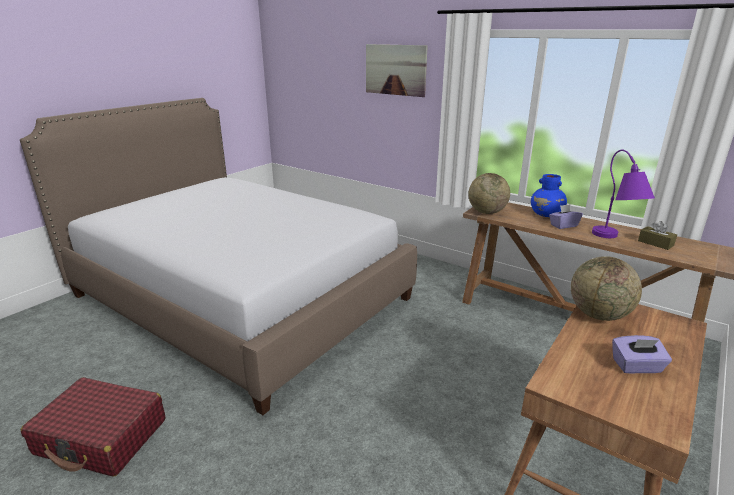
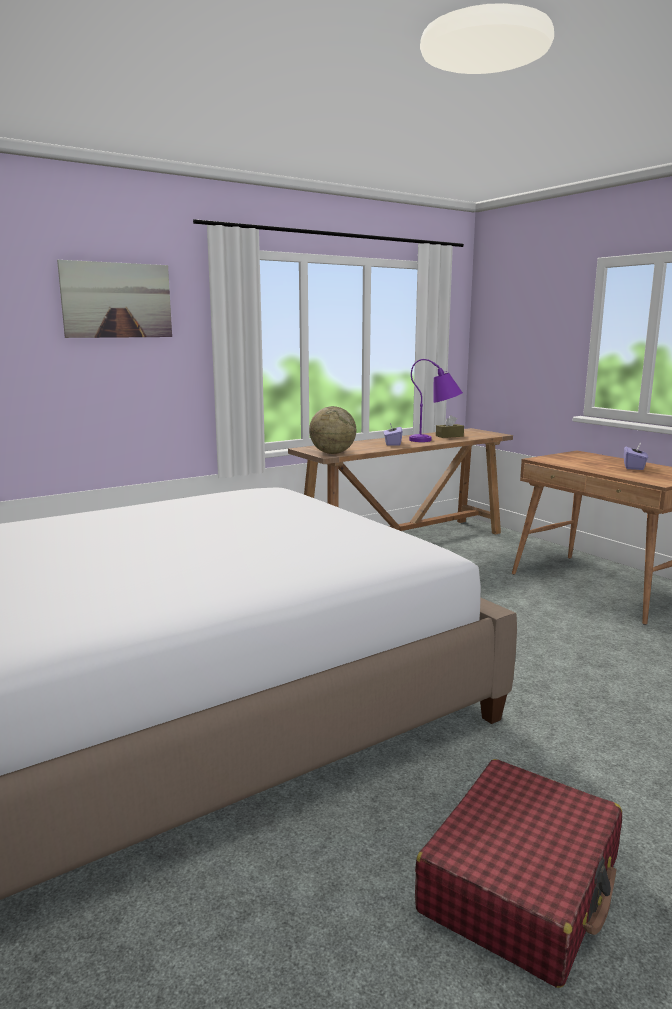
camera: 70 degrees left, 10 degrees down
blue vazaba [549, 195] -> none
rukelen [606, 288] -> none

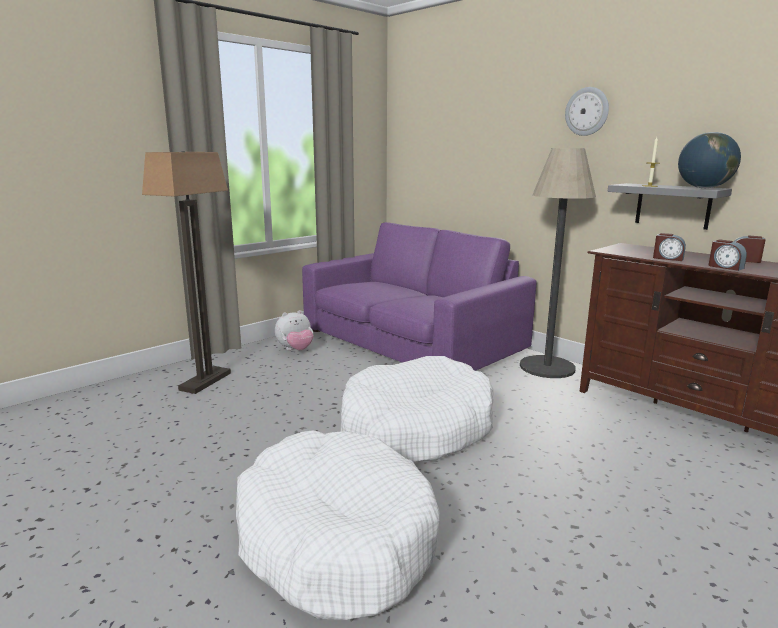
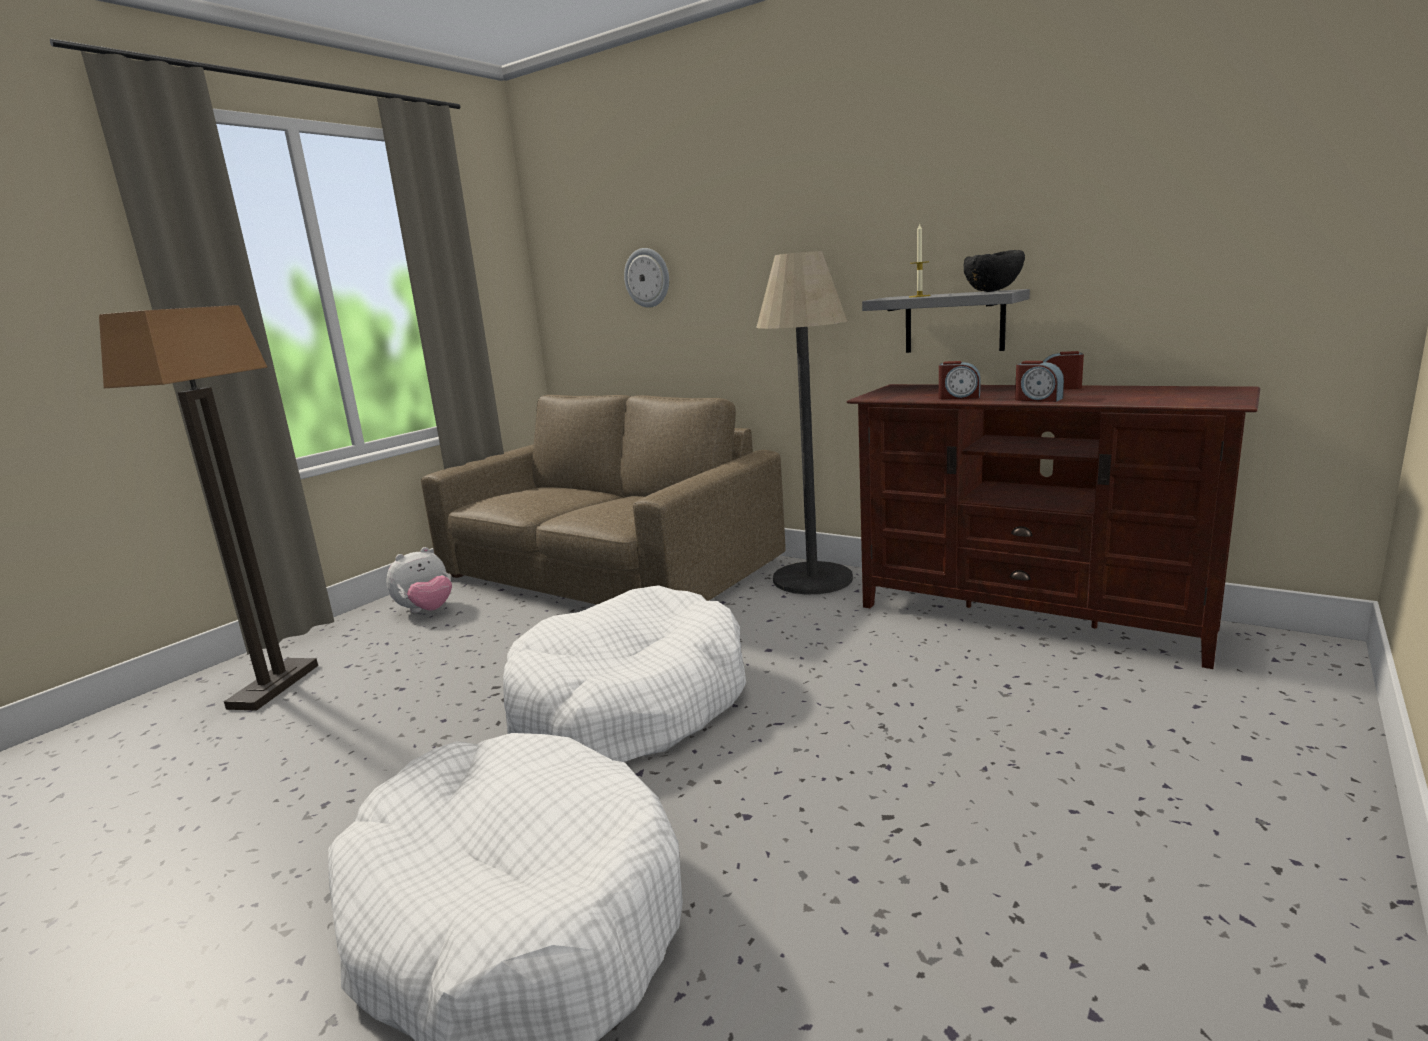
camera: 10 degrees left, 0 degrees up
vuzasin [587, 111] -> vuzasin [646, 278], move
rukelen [709, 160] -> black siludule [994, 271]
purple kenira [419, 296] -> brown kenira [603, 500]

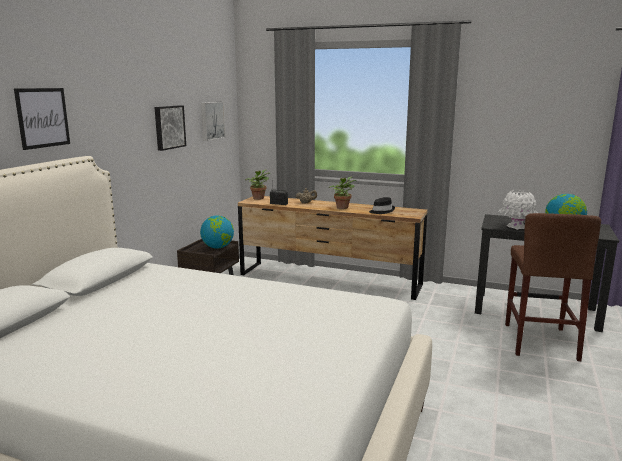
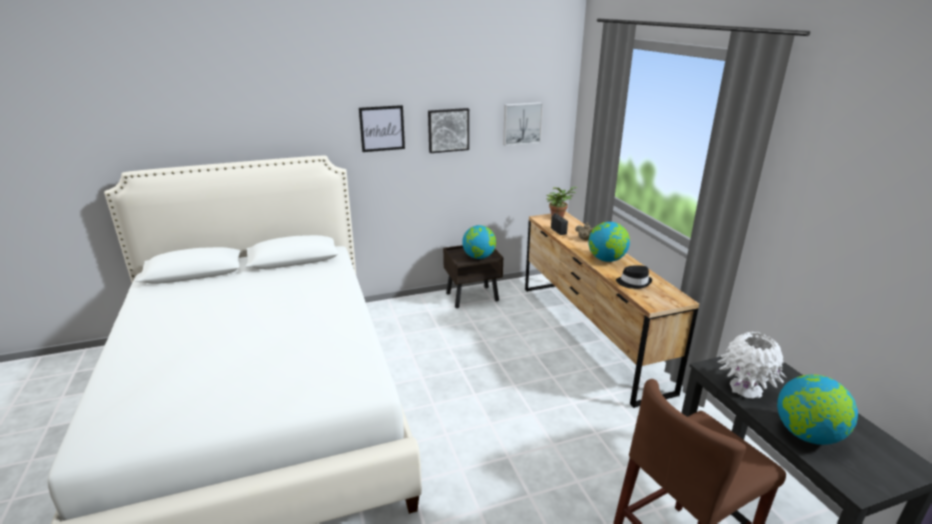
camera: 50 degrees right, 10 degrees up
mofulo [42, 119] -> mofulo [382, 128], move
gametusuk [342, 193] -> rukelen [609, 242]

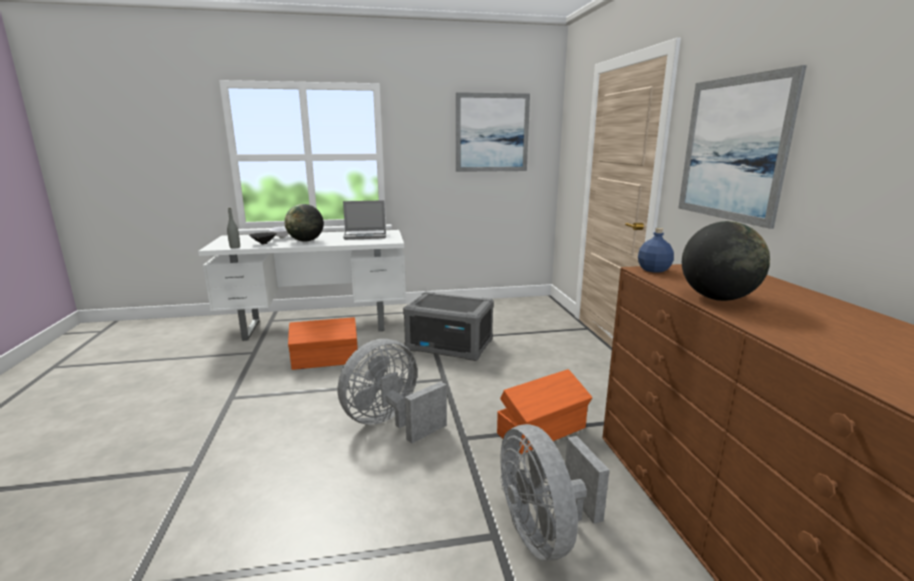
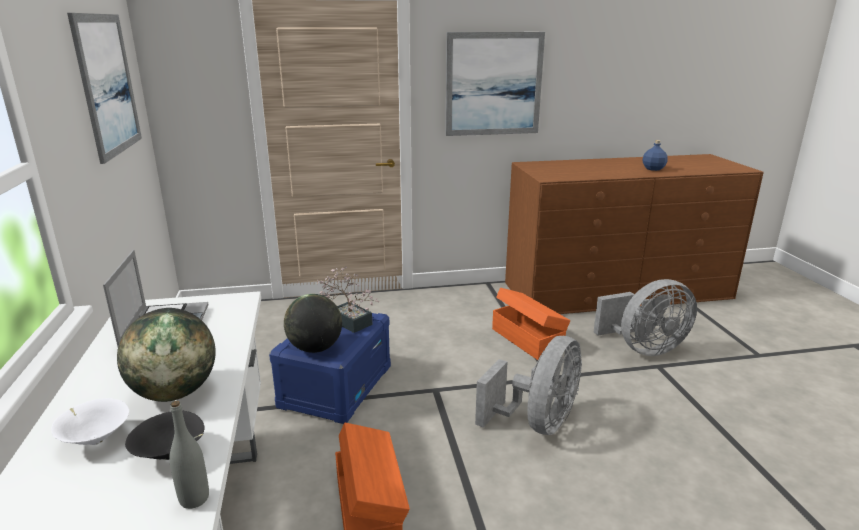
camera: 90 degrees left, 5 degrees up
none -> gametusuk [348, 299]
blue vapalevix [656, 250] -> blue vapalevix [655, 155], move
rukelen [726, 261] -> rukelen [313, 323], move
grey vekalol [448, 326] -> blue vekalol [330, 368]
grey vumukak [392, 391] -> grey vumukak [528, 385], 105 degrees counterclockwise

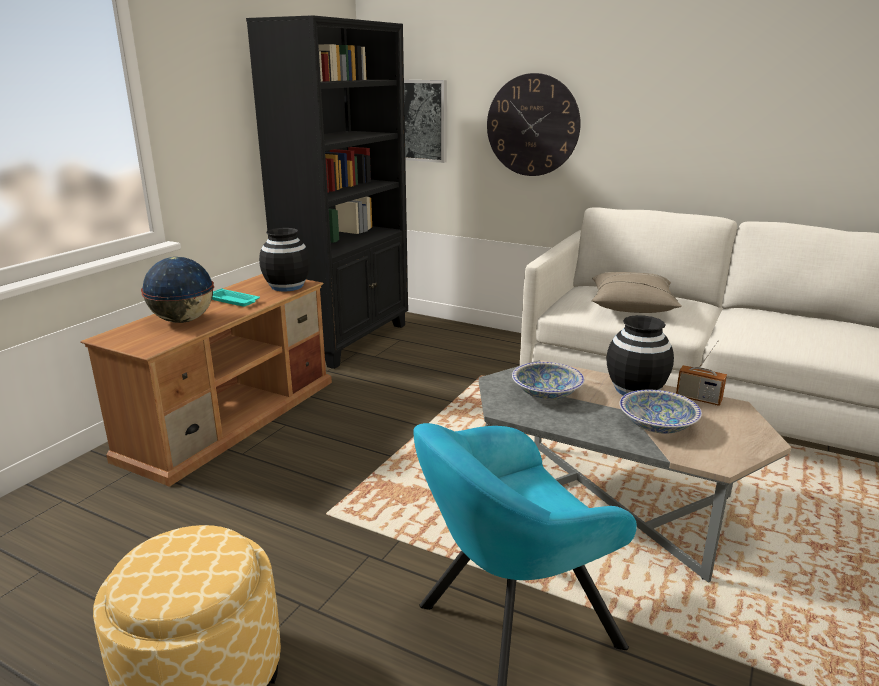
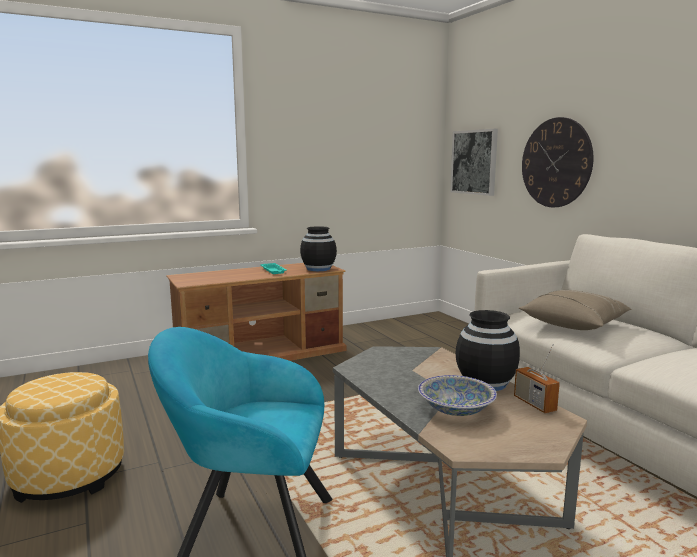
camera: 35 degrees right, 10 degrees down
rukelen [177, 290] -> none
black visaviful [327, 192] -> none
siludule [548, 381] -> none

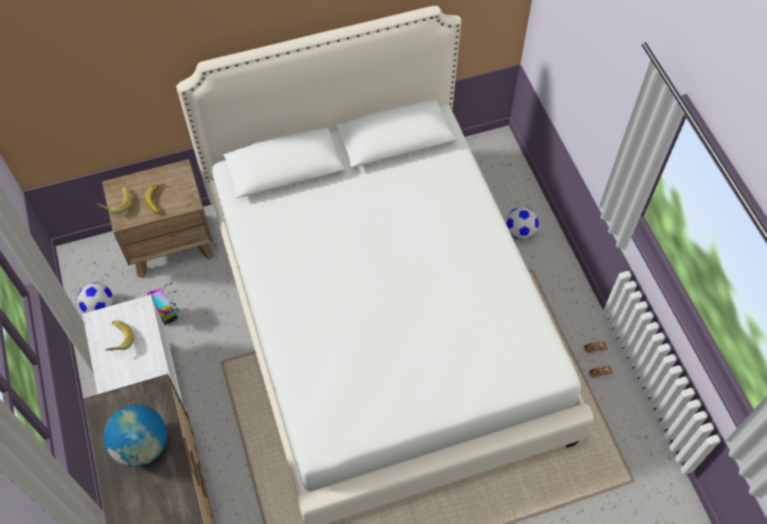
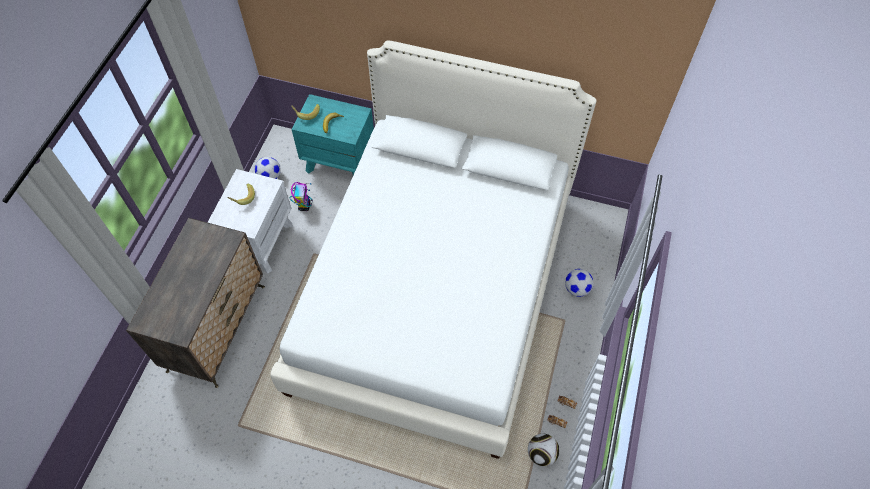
camera: 35 degrees right, 0 degrees up
rukelen [135, 436] -> none
none -> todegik [544, 450]
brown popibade [158, 218] -> turquoise popibade [332, 134]

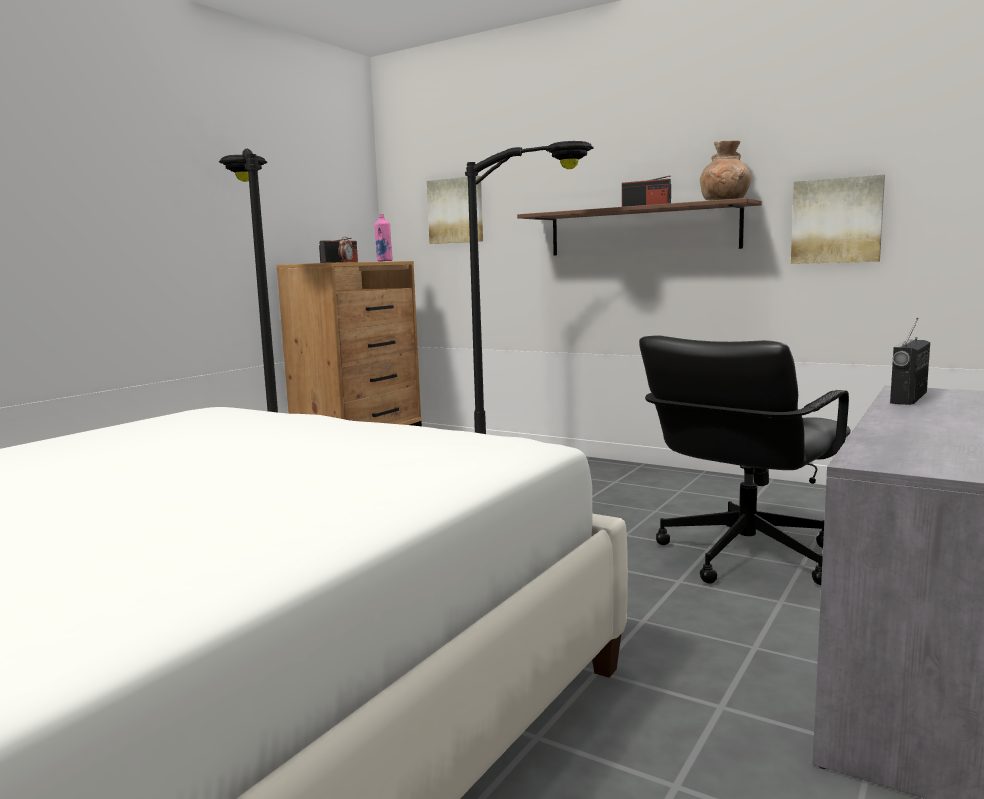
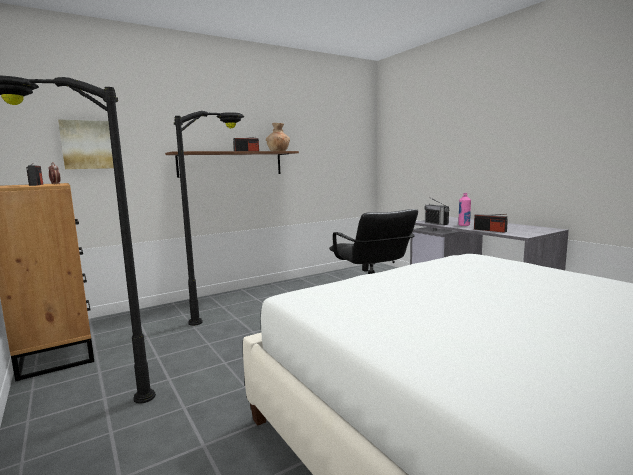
camera: 65 degrees left, 0 degrees up
mofulo [838, 219] -> none
none -> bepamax [491, 223]
pink vapalevix [383, 238] -> pink vapalevix [464, 209], move

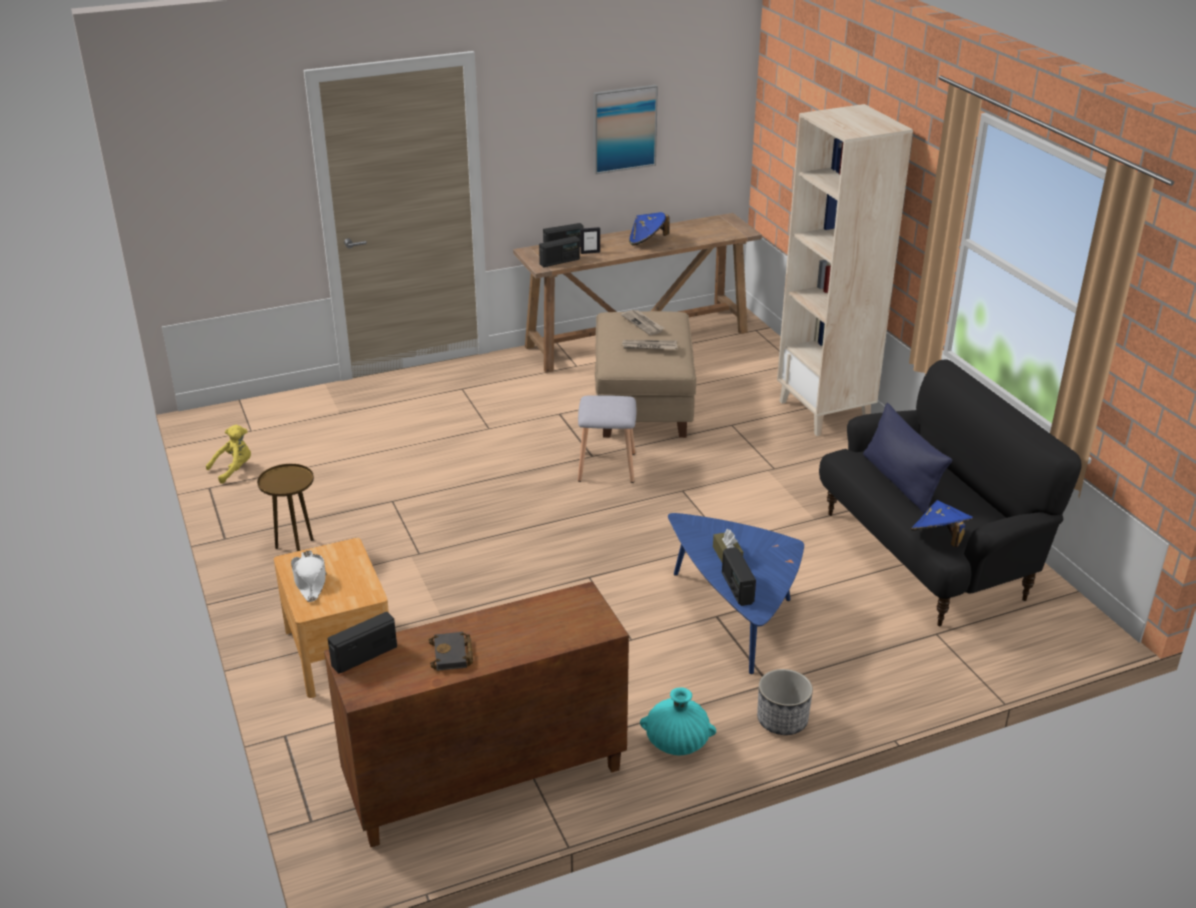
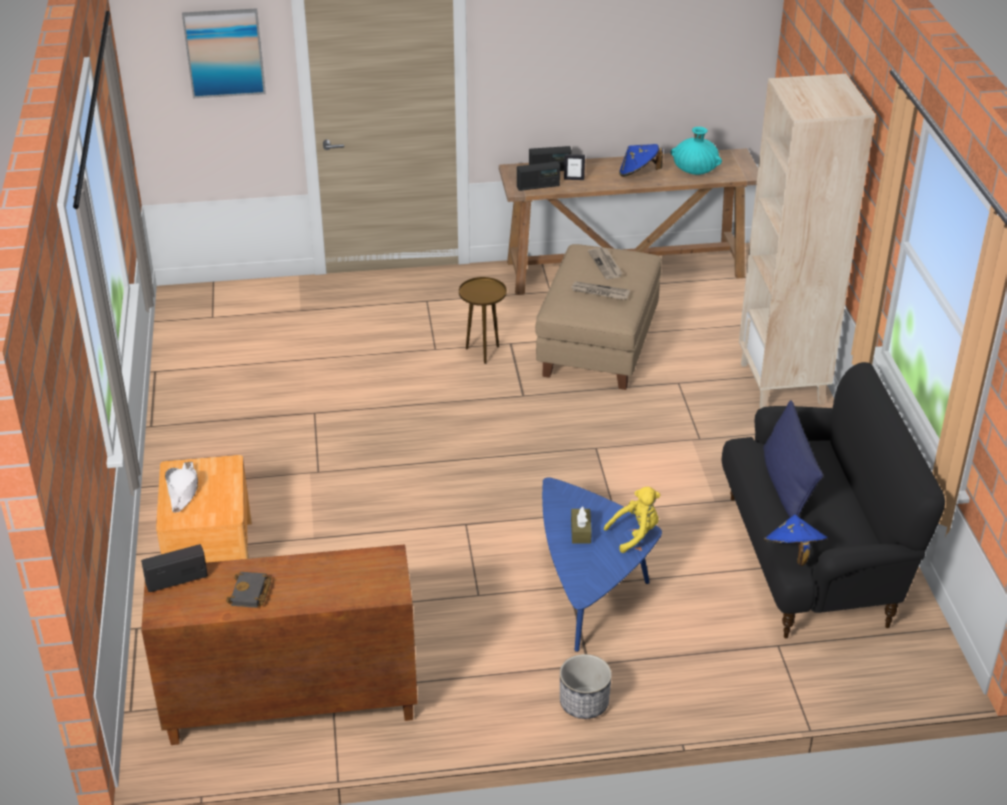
camera: 15 degrees right, 5 degrees up
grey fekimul [607, 439] -> none
bepamax [739, 576] -> none
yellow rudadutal [228, 454] -> yellow rudadutal [632, 520], move
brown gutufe [285, 507] -> brown gutufe [483, 320], move
mofulo [626, 129] -> mofulo [224, 53], move
turquoise vazaba [678, 721] -> turquoise vazaba [696, 151], move

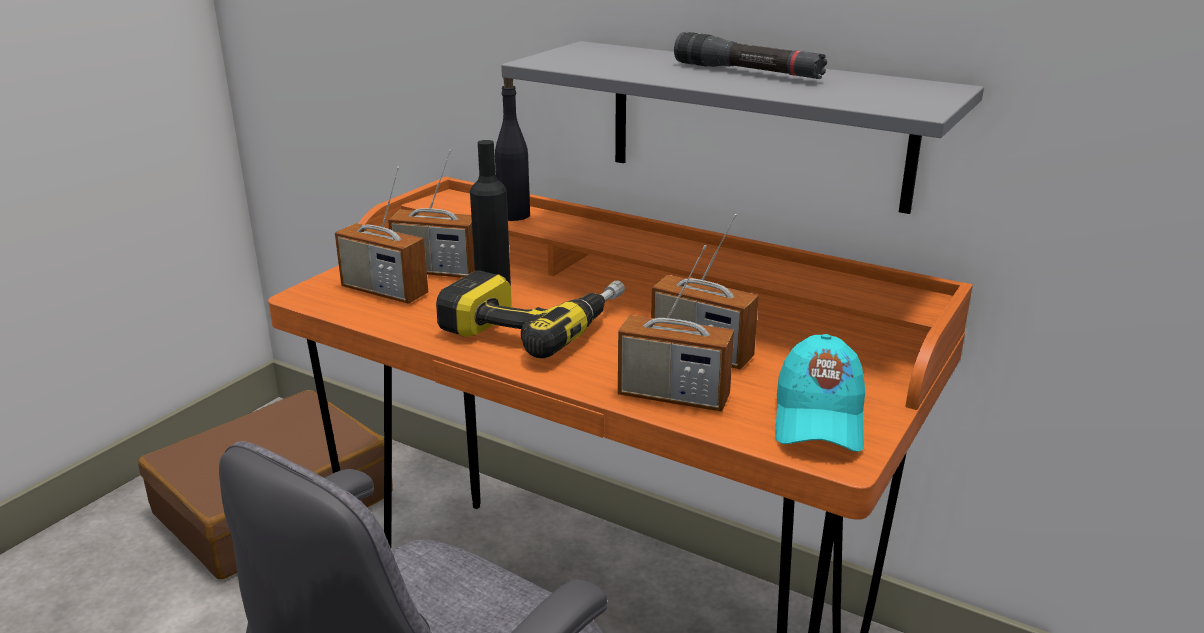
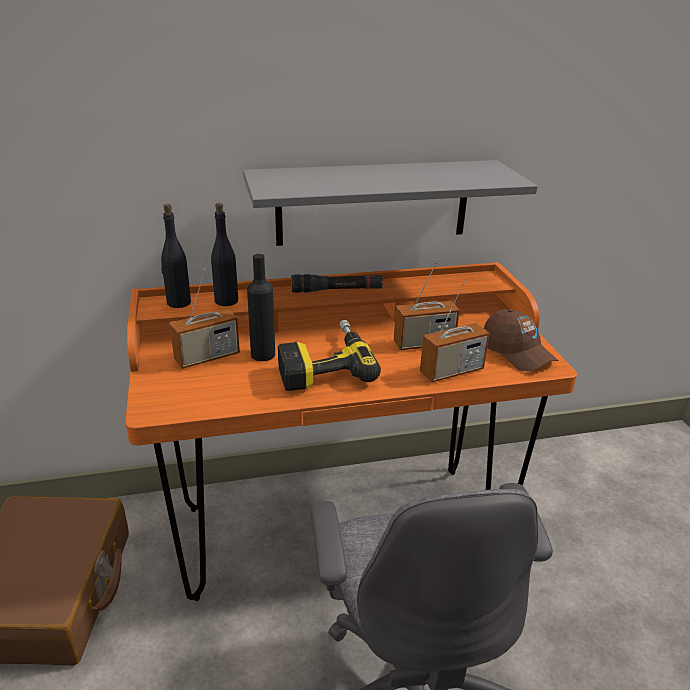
camera: 45 degrees left, 5 degrees up
bepamax [381, 235] -> none
none -> black vapalevix [176, 256]
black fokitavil [750, 55] -> black fokitavil [337, 283], move
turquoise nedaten [820, 393] -> brown nedaten [521, 340]

